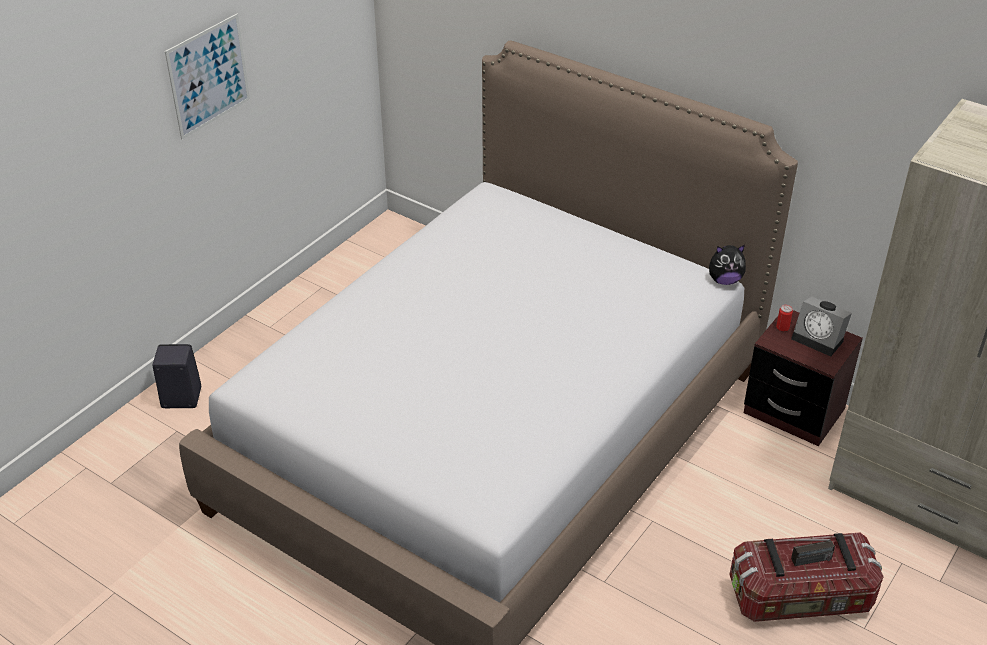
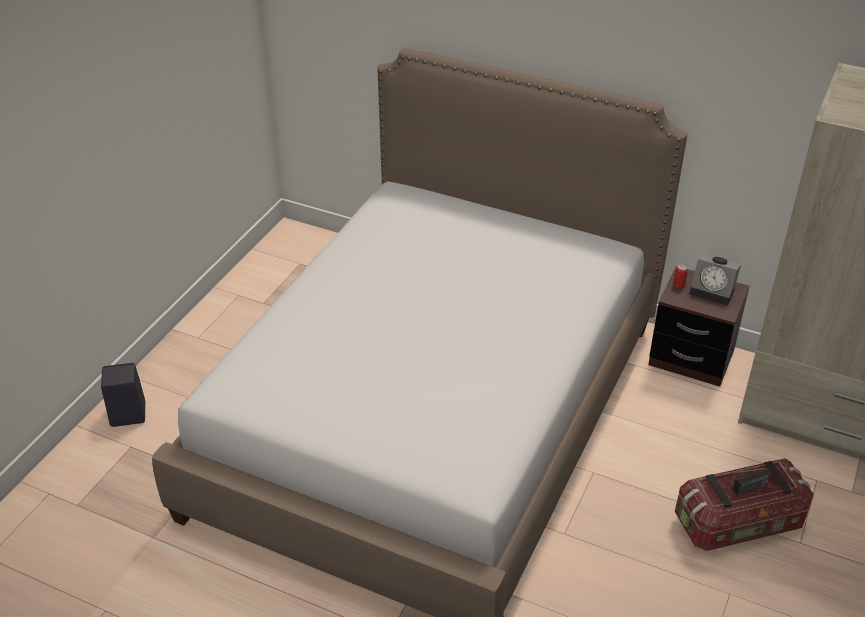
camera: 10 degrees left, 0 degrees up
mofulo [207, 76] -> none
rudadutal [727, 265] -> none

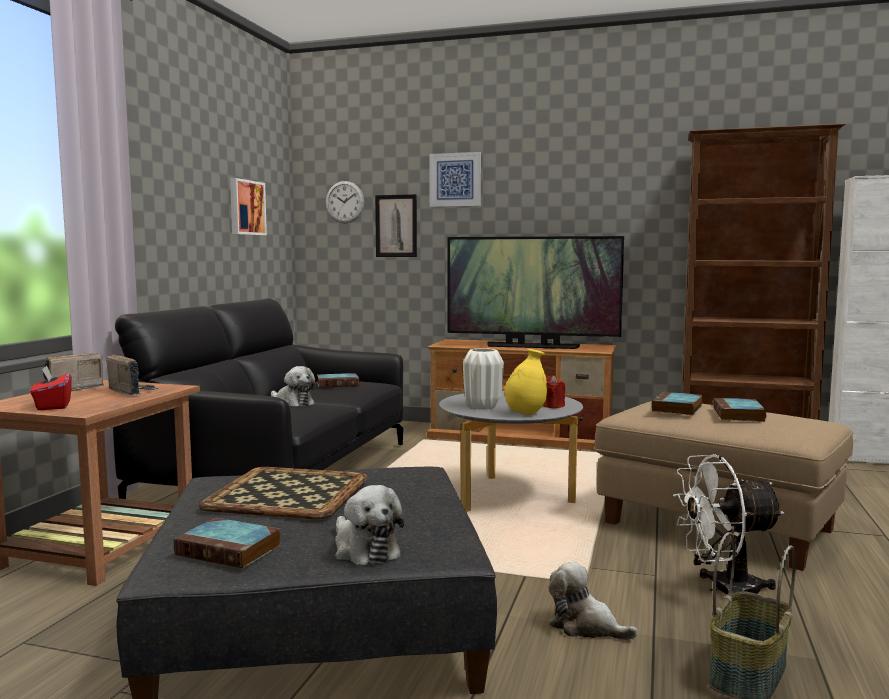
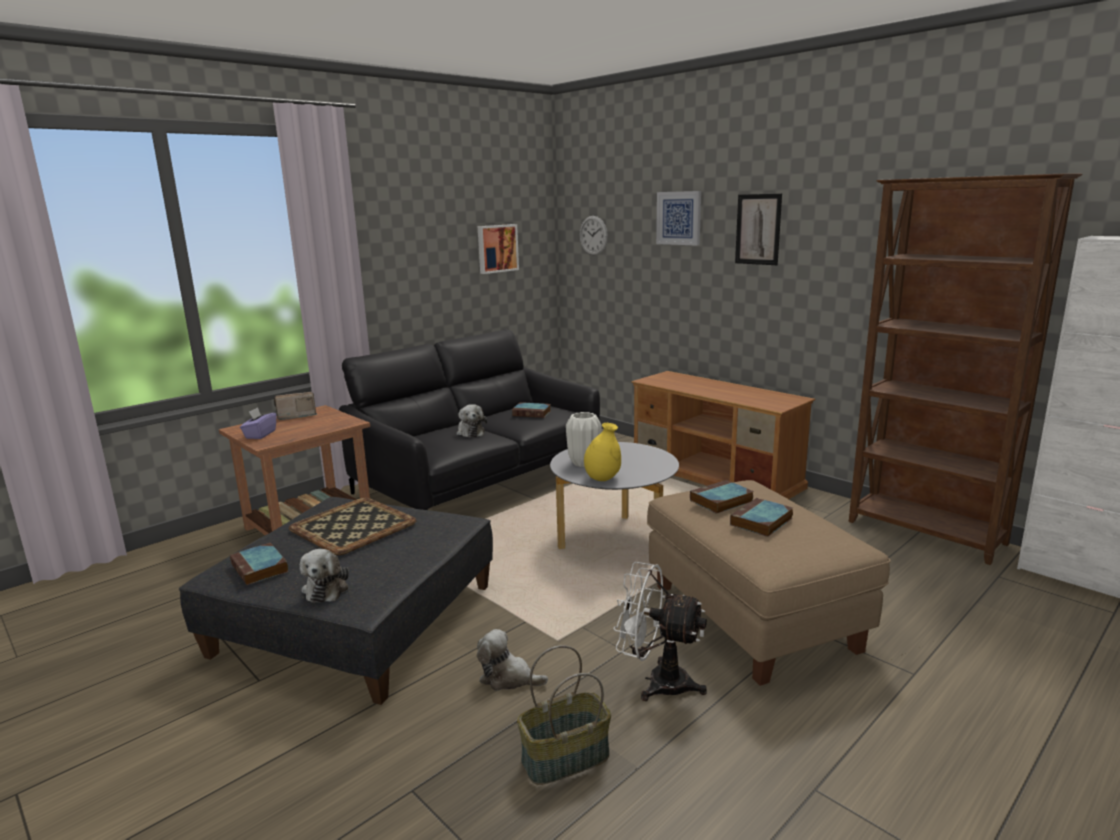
camera: 30 degrees right, 10 degrees up
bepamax [132, 374] -> none
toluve [535, 292] -> none
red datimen [554, 392] -> none
mofulo [396, 225] -> mofulo [758, 229], move
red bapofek [51, 388] -> purple bapofek [258, 423]
rudadutal [593, 601] -> rudadutal [512, 660], 45 degrees counterclockwise

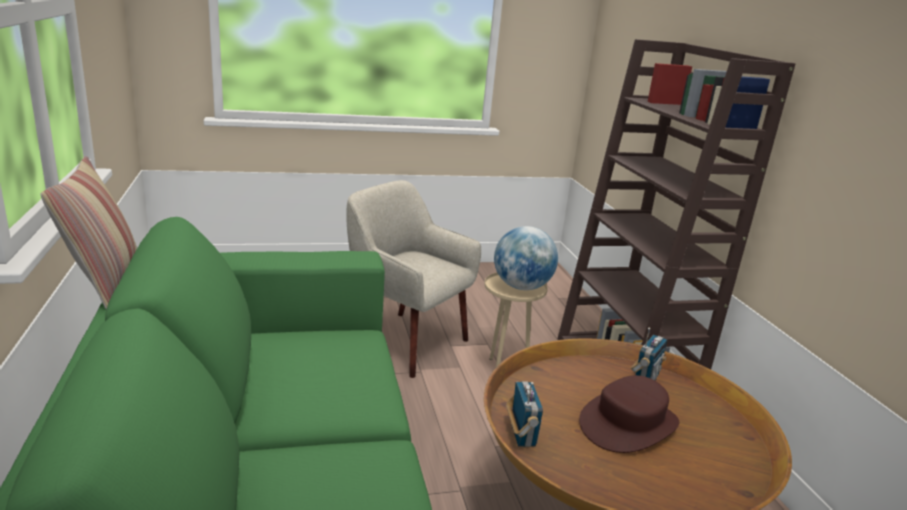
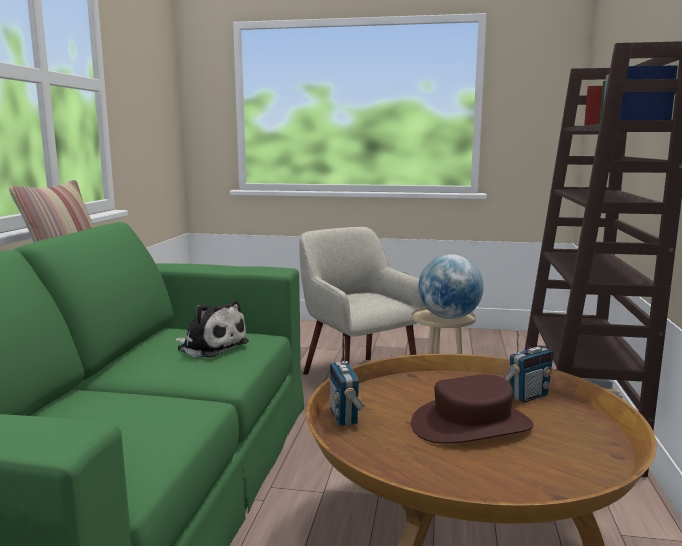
camera: 25 degrees right, 10 degrees down
none -> rudadutal [211, 329]
bepamax [524, 414] -> bepamax [347, 381], 150 degrees clockwise

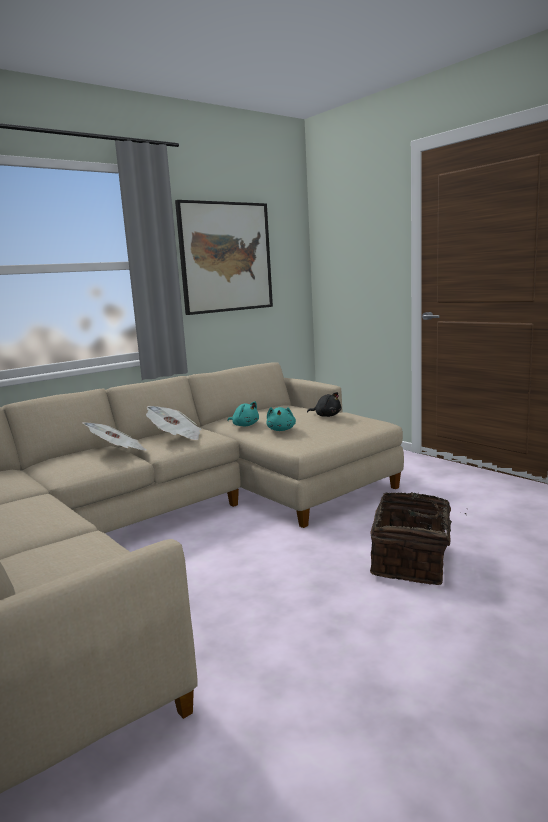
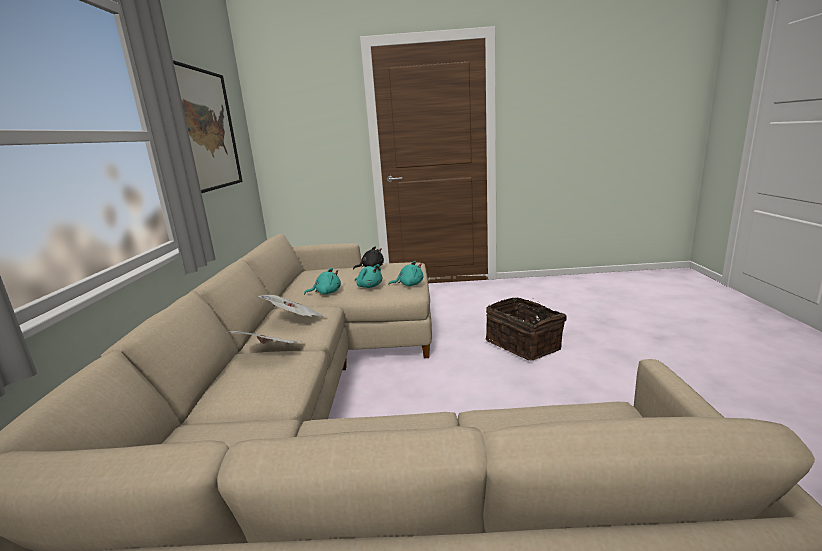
camera: 50 degrees left, 5 degrees up
none -> turquoise rudadutal [405, 273]

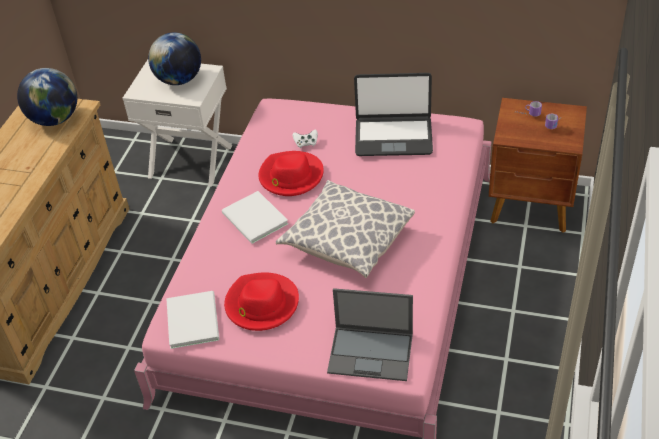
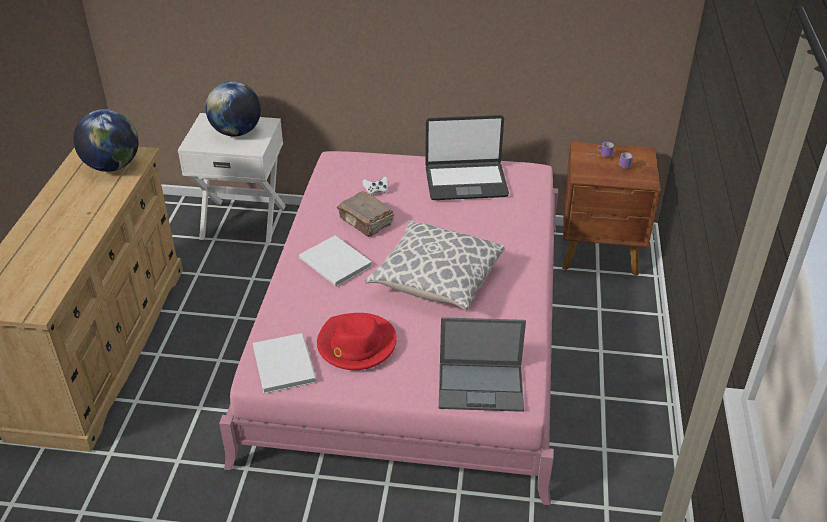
camera: 10 degrees left, 5 degrees down
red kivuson [291, 173] -> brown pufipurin [365, 214]

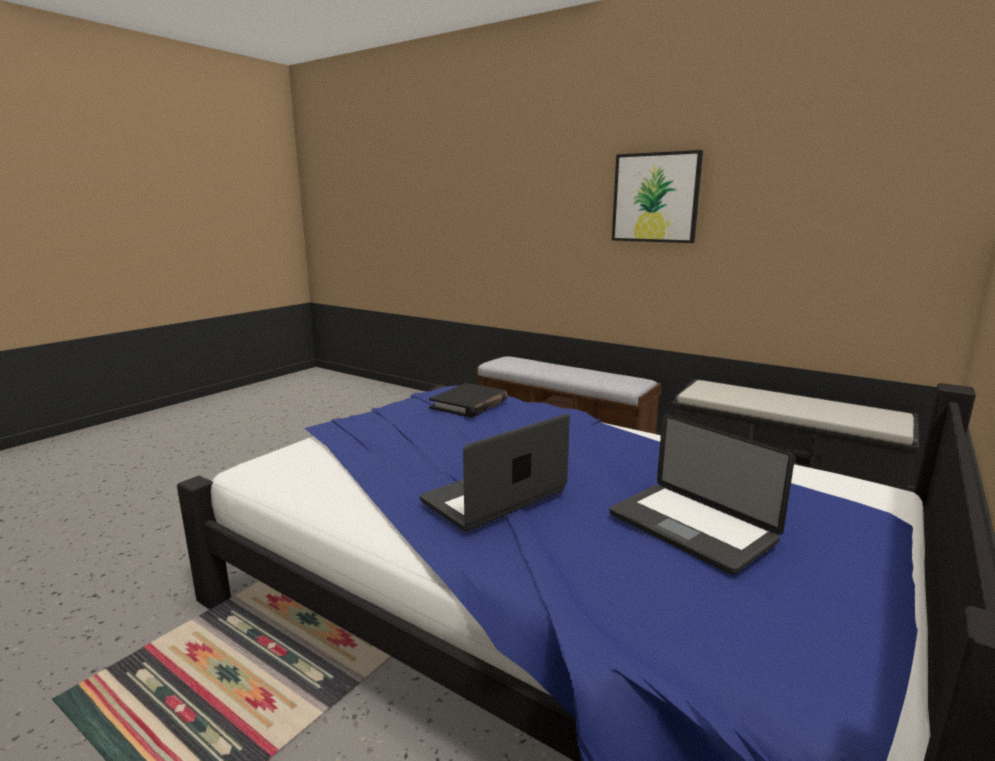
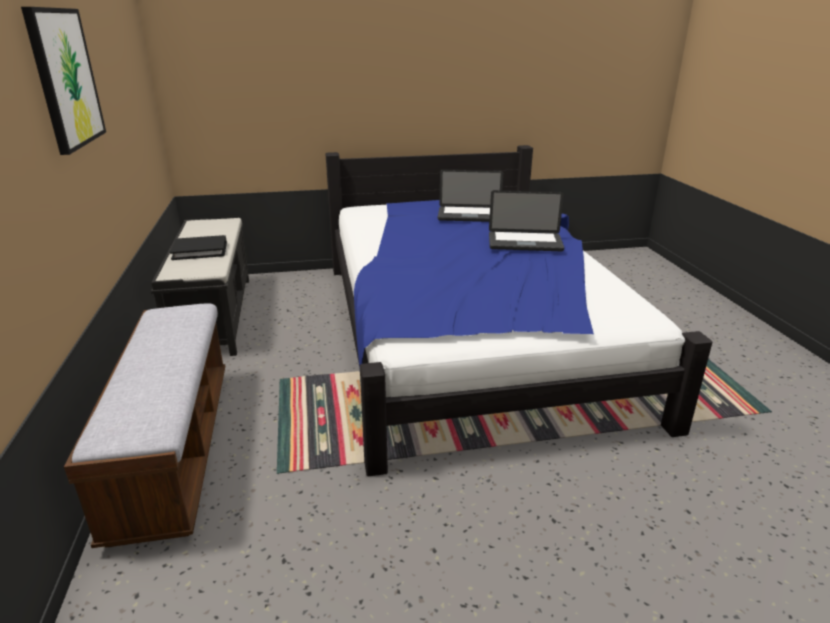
camera: 135 degrees left, 10 degrees up
black pufipurin [468, 400] -> black pufipurin [198, 247], move
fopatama [702, 494] -> fopatama [470, 196], 90 degrees clockwise

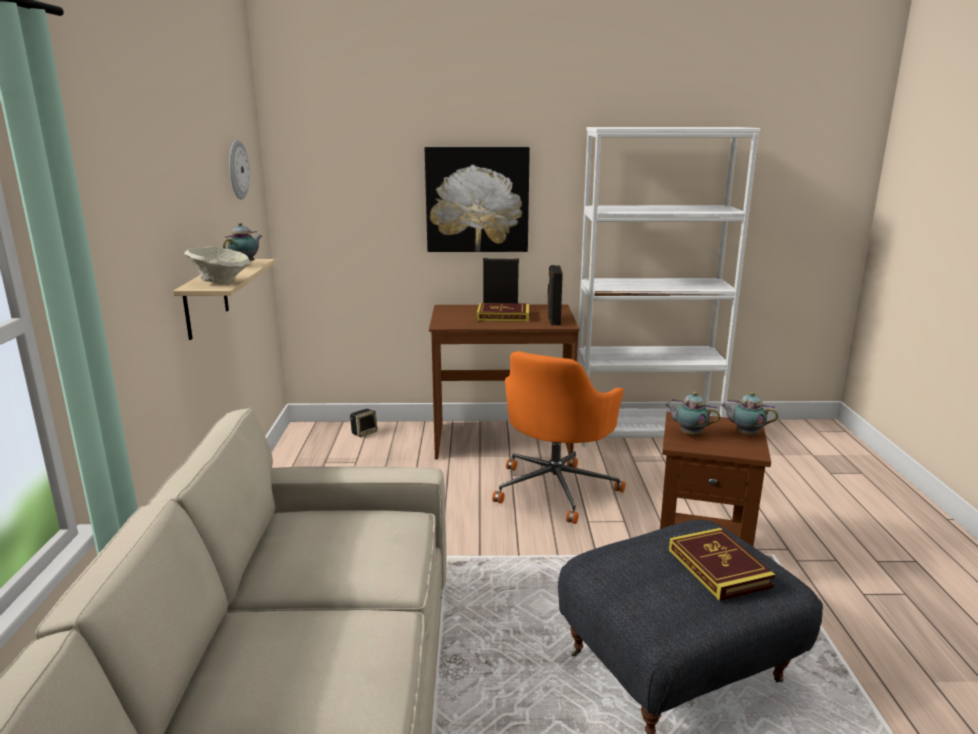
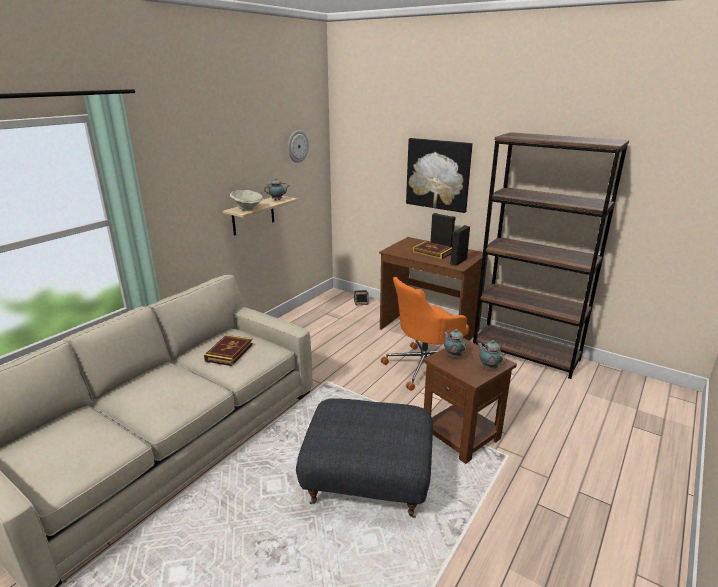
camera: 35 degrees right, 5 degrees up
pufipurin [722, 564] -> pufipurin [228, 350], move
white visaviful [668, 286] -> brown visaviful [551, 255]

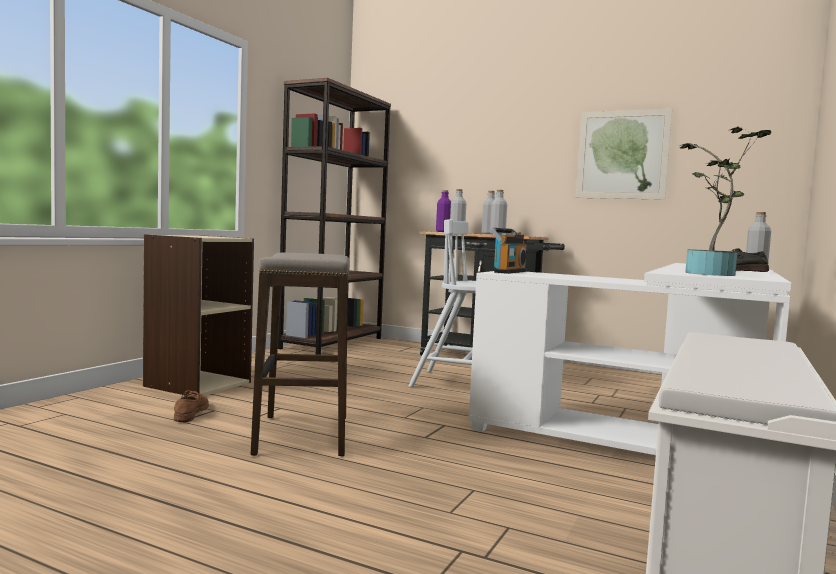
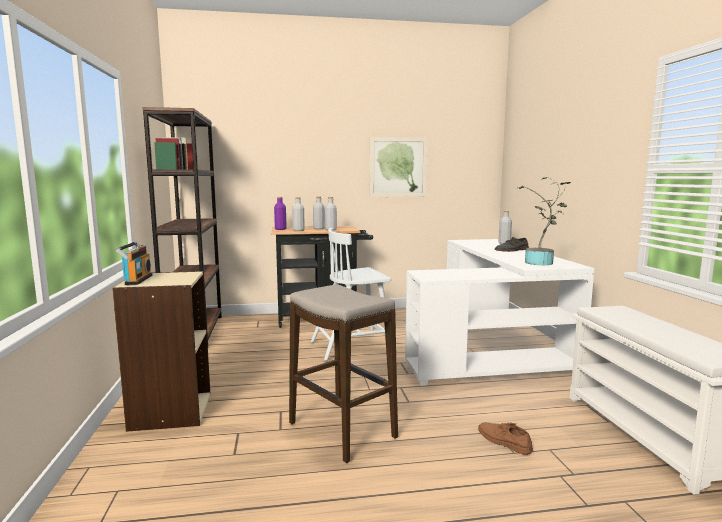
camera: 35 degrees left, 5 degrees up
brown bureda [191, 406] -> brown bureda [505, 438], move
bepamax [508, 251] -> bepamax [134, 263], move

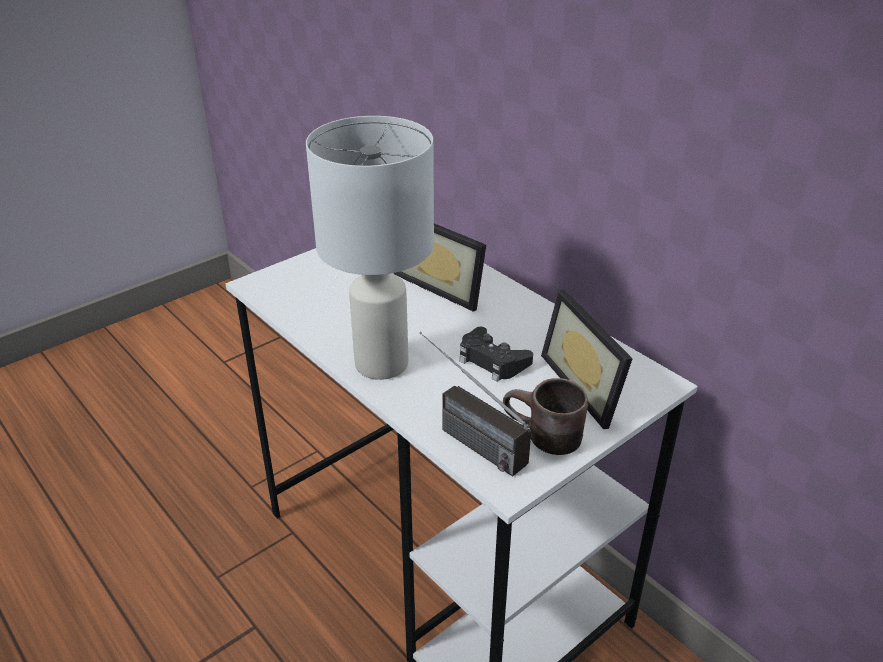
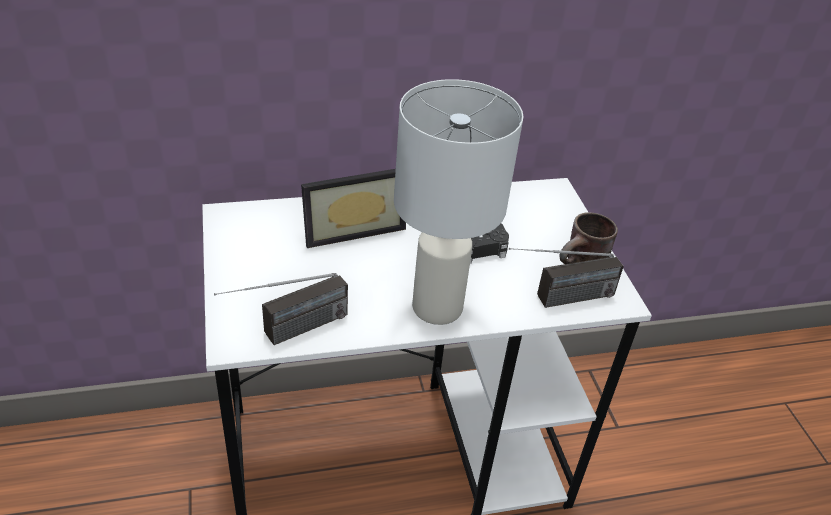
camera: 65 degrees left, 5 degrees up
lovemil [587, 359] -> none
none -> bepamax [281, 309]

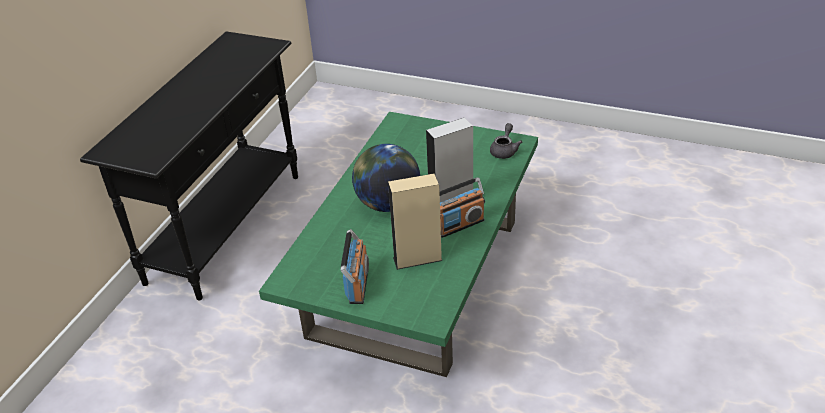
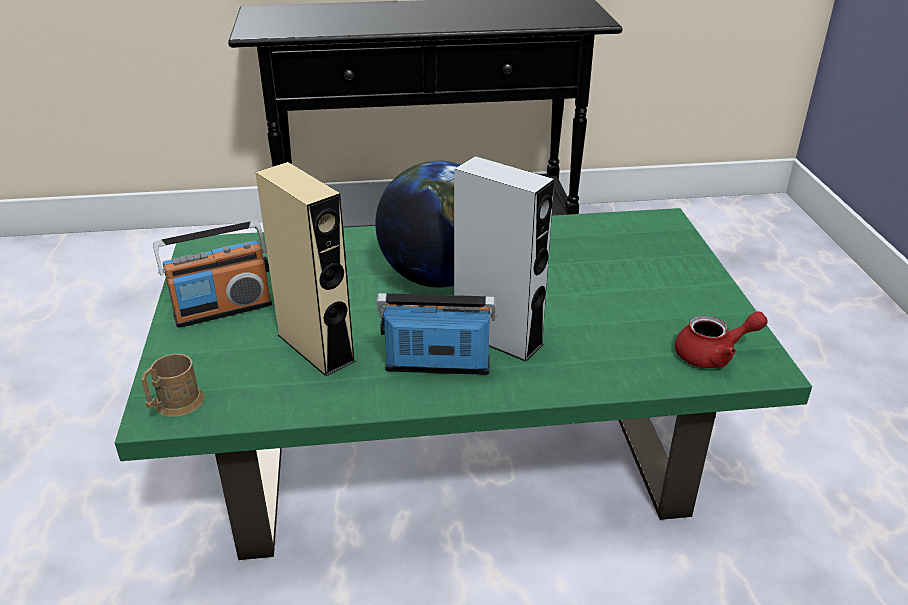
camera: 60 degrees right, 5 degrees down
none -> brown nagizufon [172, 385]
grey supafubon [506, 141] -> red supafubon [721, 339]
bepamax [462, 207] -> bepamax [436, 334], 150 degrees clockwise

